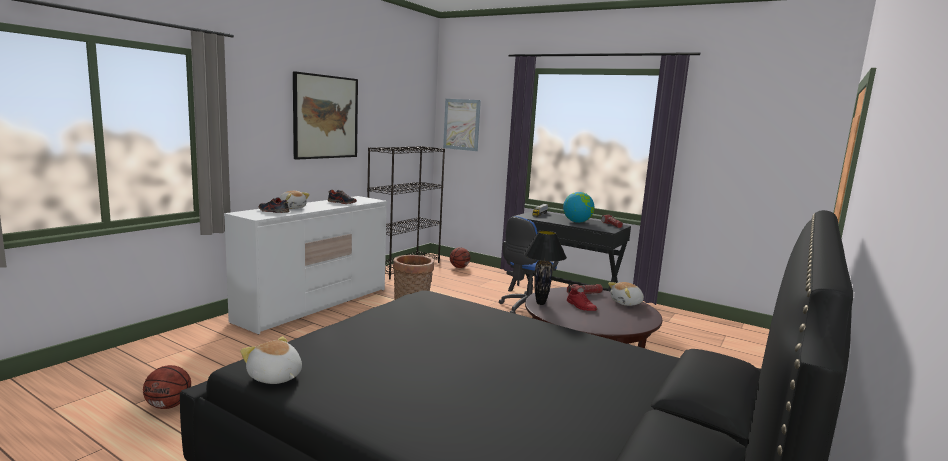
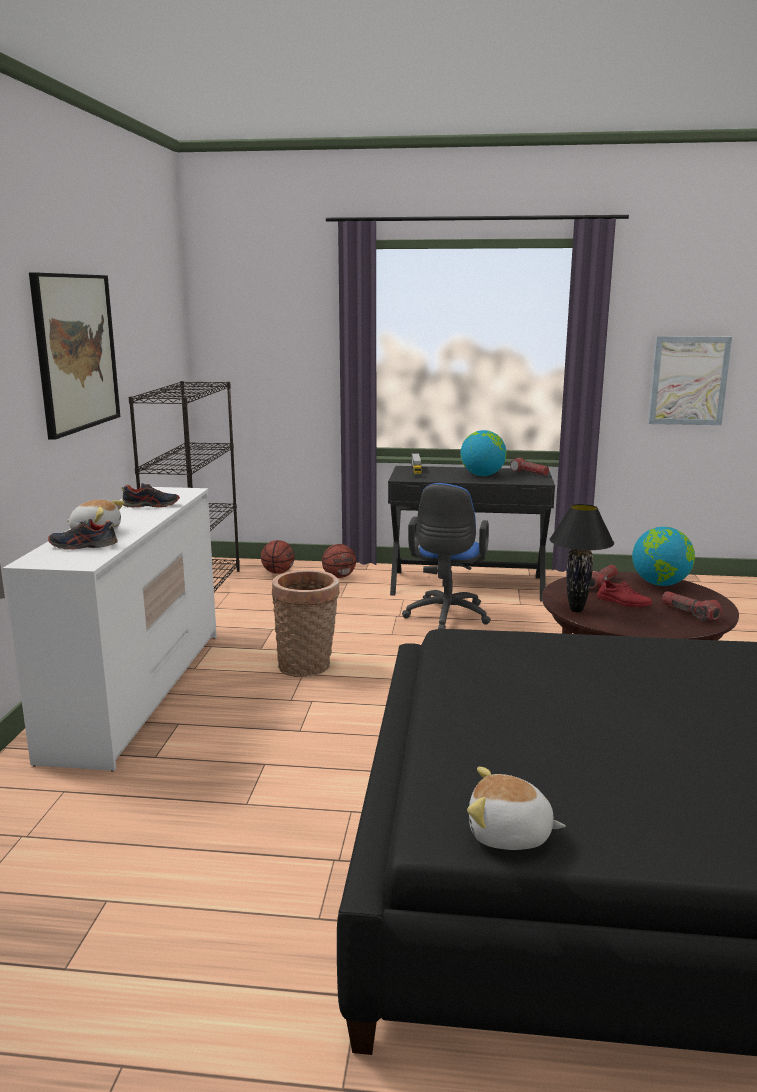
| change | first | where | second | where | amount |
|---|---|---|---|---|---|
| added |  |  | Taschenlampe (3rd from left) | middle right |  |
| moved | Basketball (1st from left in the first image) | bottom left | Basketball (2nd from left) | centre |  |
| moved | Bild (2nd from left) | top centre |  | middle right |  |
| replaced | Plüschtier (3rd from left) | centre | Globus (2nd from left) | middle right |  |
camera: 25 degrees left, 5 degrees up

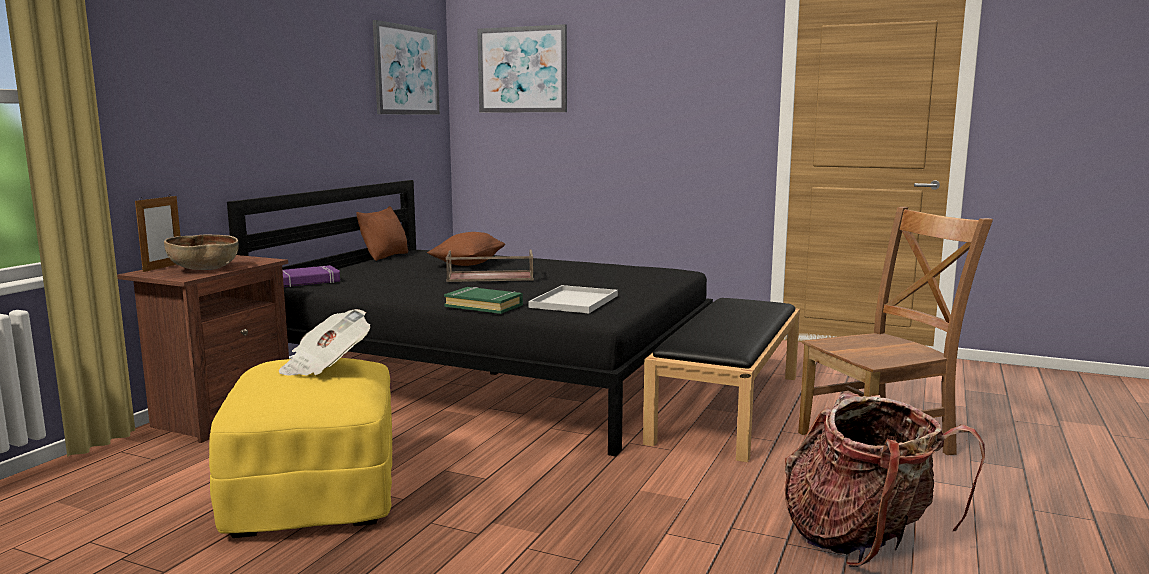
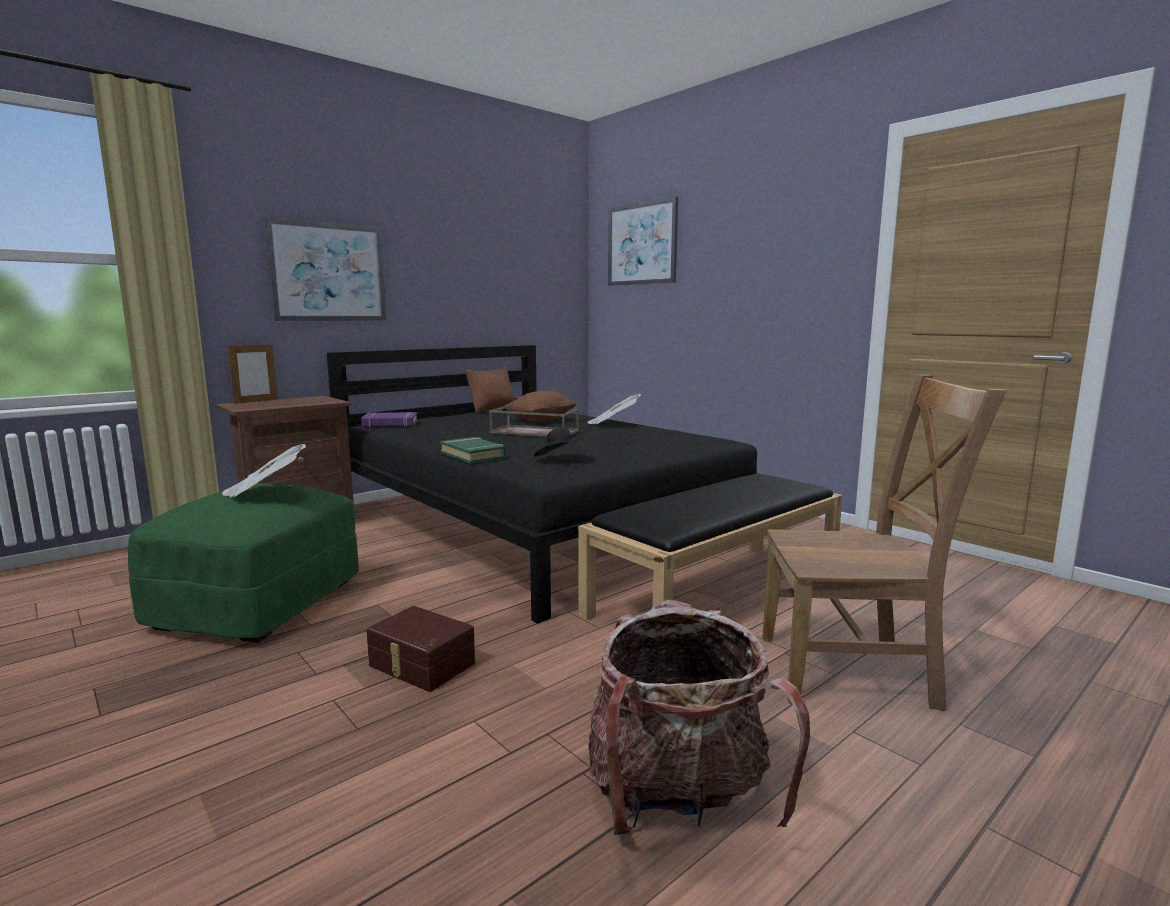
| change | first | where | second | where | amount |
|---|---|---|---|---|---|
| removed | Schüssel (braun) | middle left |  |  |  |
| added |  |  | Aufbewahrungsbox (braun) | bottom centre |  |
| added |  |  | Zeitung (2nd from left) | centre |  |
| moved | Bild (1st from left) | top centre |  | top left |  |
| replaced | Tablett (weiß) | centre | Hut (schwarz) | centre |  |
| recoloured | Polsterhocker (gelb) | bottom left | Polsterhocker (grün) | middle left |  |
camera: 25 degrees right, 0 degrees up

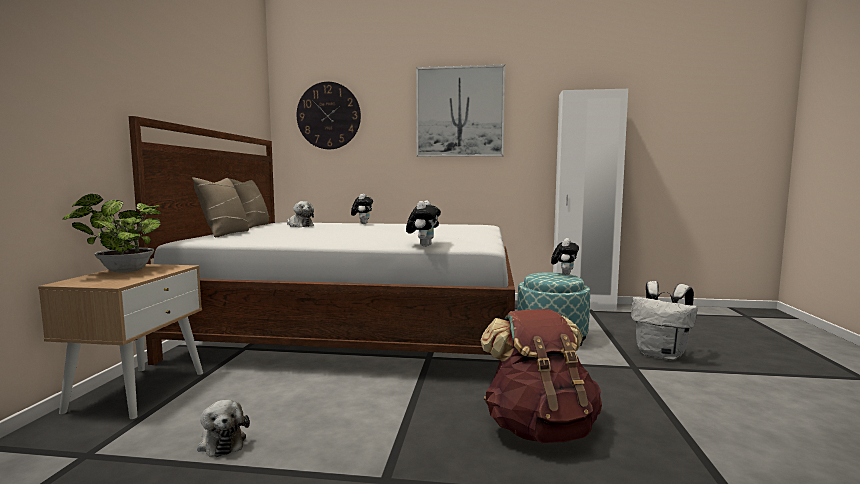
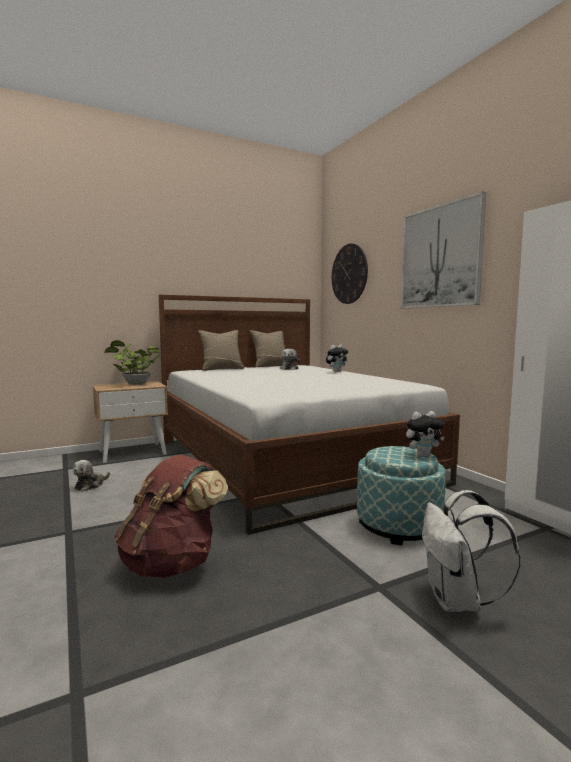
| change | first | where | second | where | amount |
|---|---|---|---|---|---|
| removed | Plüschtier (4th from left) | centre |  |  |  |
camera: 55 degrees right, 0 degrees up

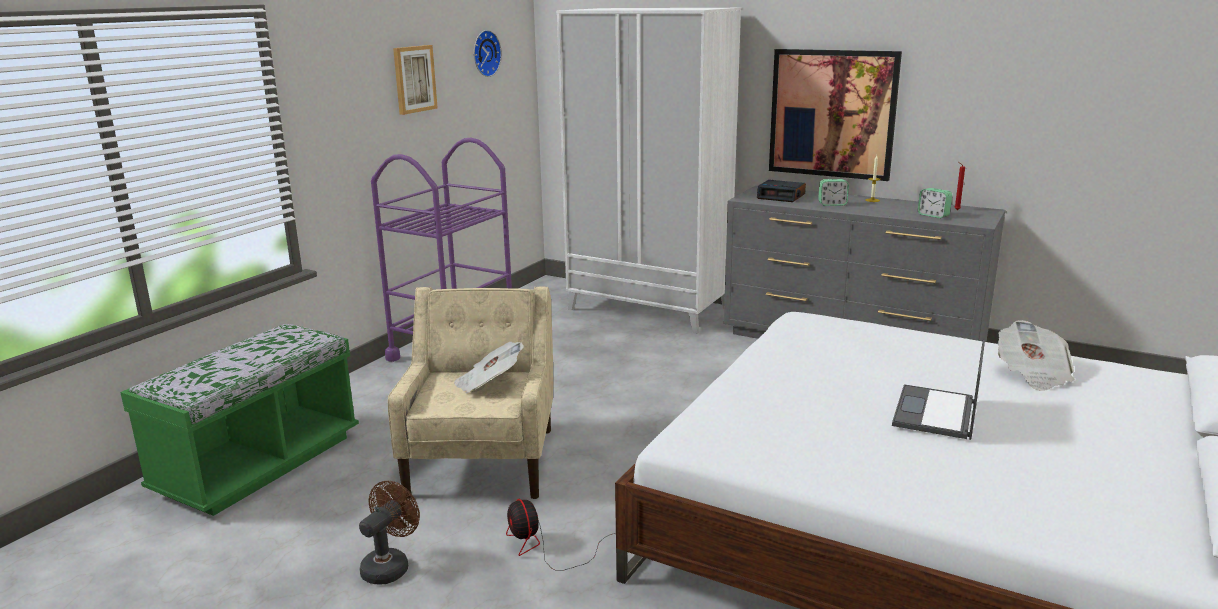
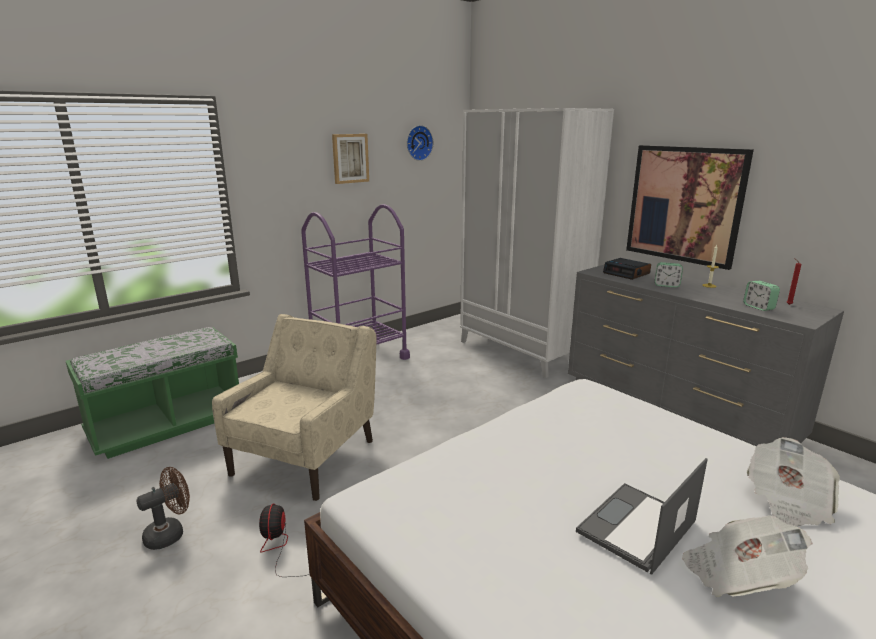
| change | first | where | second | where | amount |
|---|---|---|---|---|---|
| moved | Zeitung (1st from left) | centre |  | bottom right |  |
camera: 20 degrees right, 0 degrees up

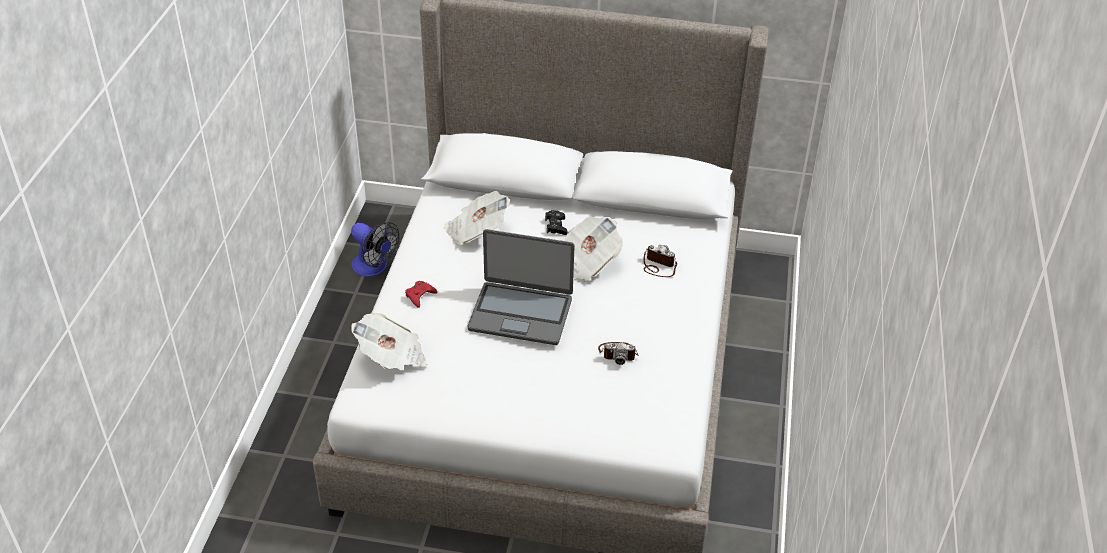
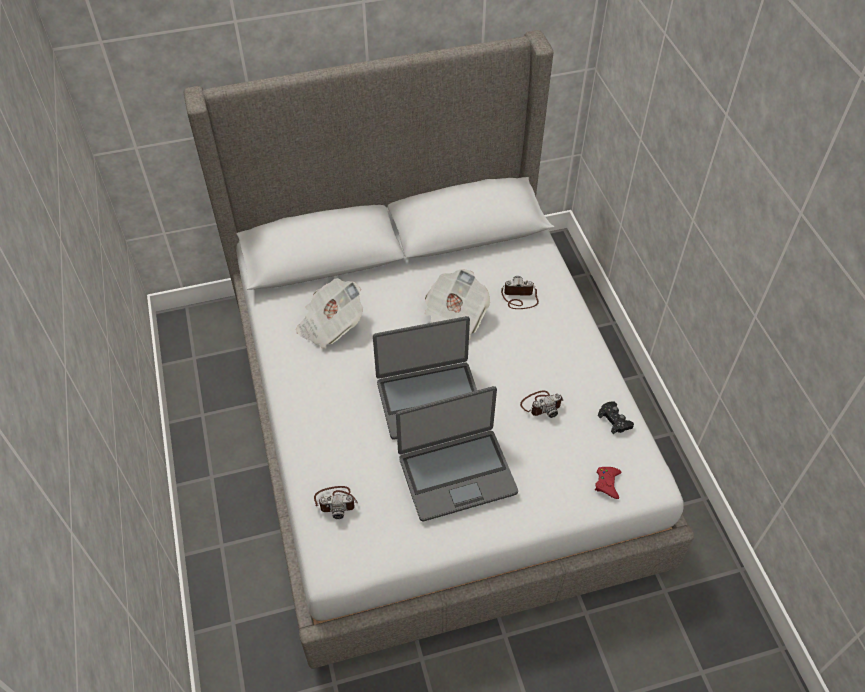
| change | first | where | second | where | amount |
|---|---|---|---|---|---|
| removed | Ventilator | centre |  |  |  |
| added |  |  | Laptop (2nd from left) | centre |  |
| moved | Gamepad (rot) | centre |  | bottom right |  |
| moved | Gamepad (schwarz) | centre |  | middle right |  |
| replaced | Zeitung (1st from left) | centre | Kamera (1st from left) | bottom centre |  |
camera: 25 degrees left, 10 degrees up

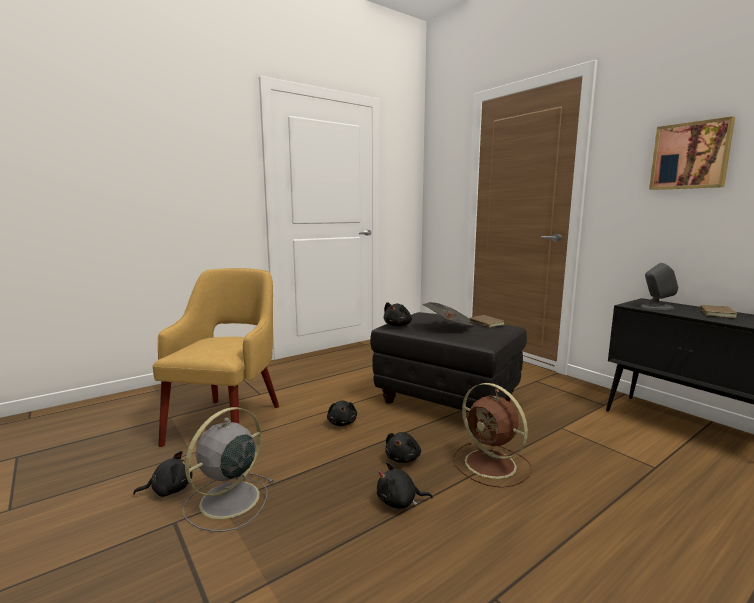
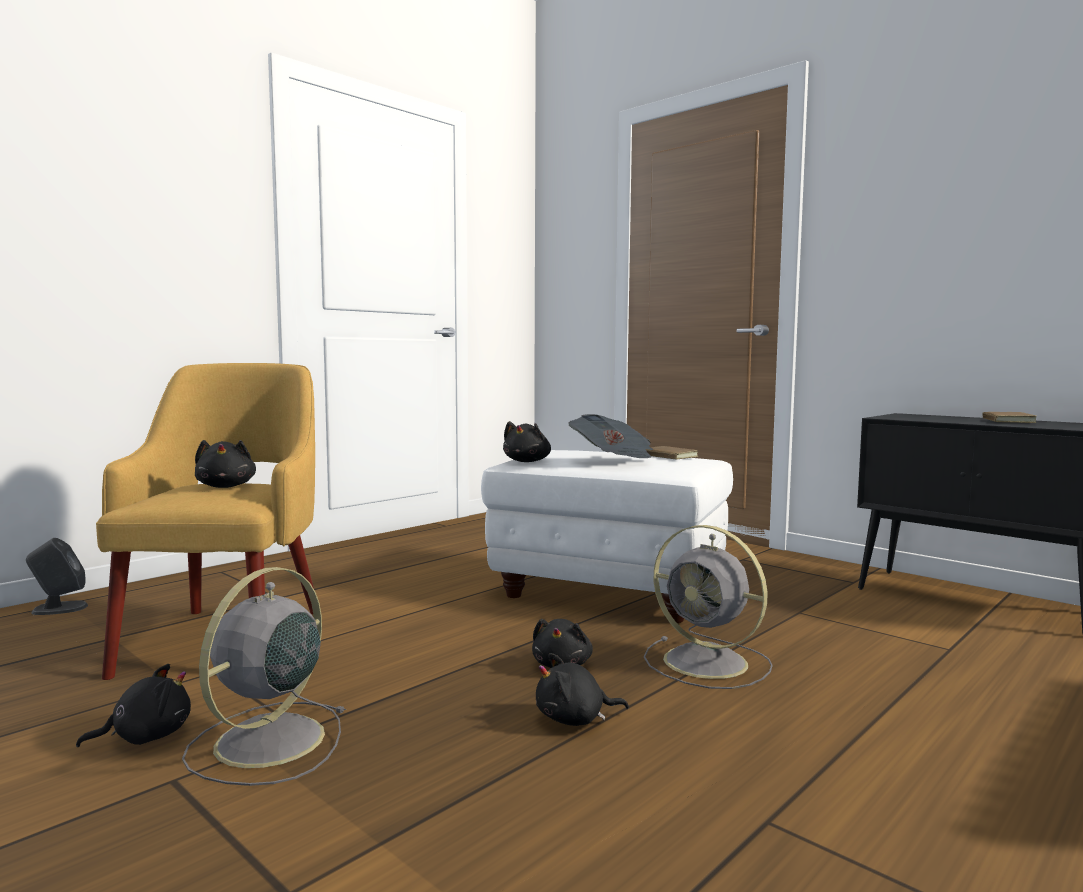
| change | first | where | second | where | amount |
|---|---|---|---|---|---|
| removed | Bild | top right |  |  |  |
| moved | Plüschtier (schwarz) (2nd from left) | bottom centre |  | middle left |  |
| moved | Lautsprecher (grau) | middle right |  | middle left |  |
| recoloured | Polsterhocker (schwarz) | centre | Polsterhocker (weiß) | centre |  |
| recoloured | Ventilator (braun) | bottom centre | Ventilator (grau) (2nd from left) | bottom centre |  |
camera: 10 degrees left, 5 degrees down

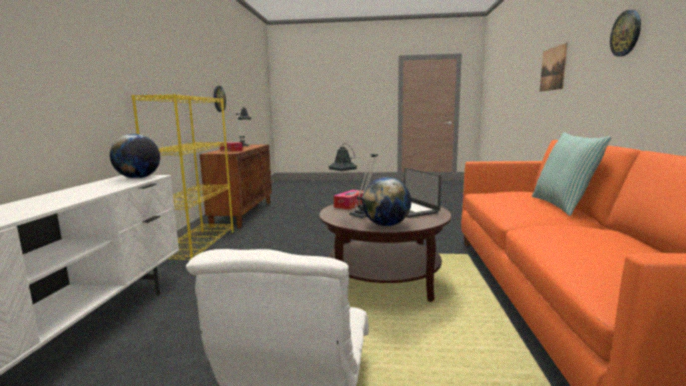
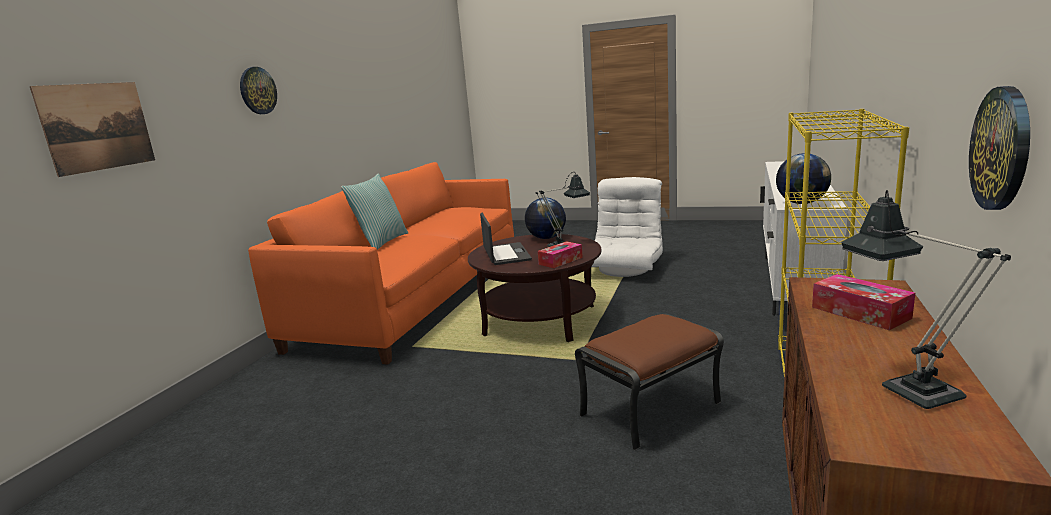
| change | first | where | second | where | amount |
|---|---|---|---|---|---|
| added |  |  | Polsterhocker (braun) | bottom centre |  |
camera: 165 degrees left, 5 degrees up

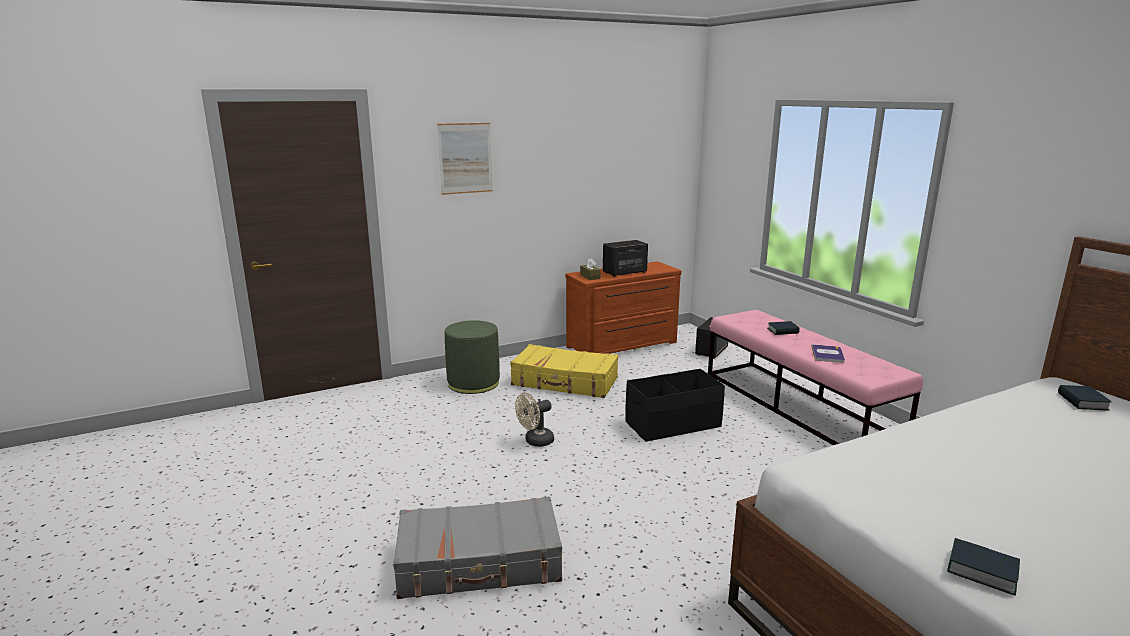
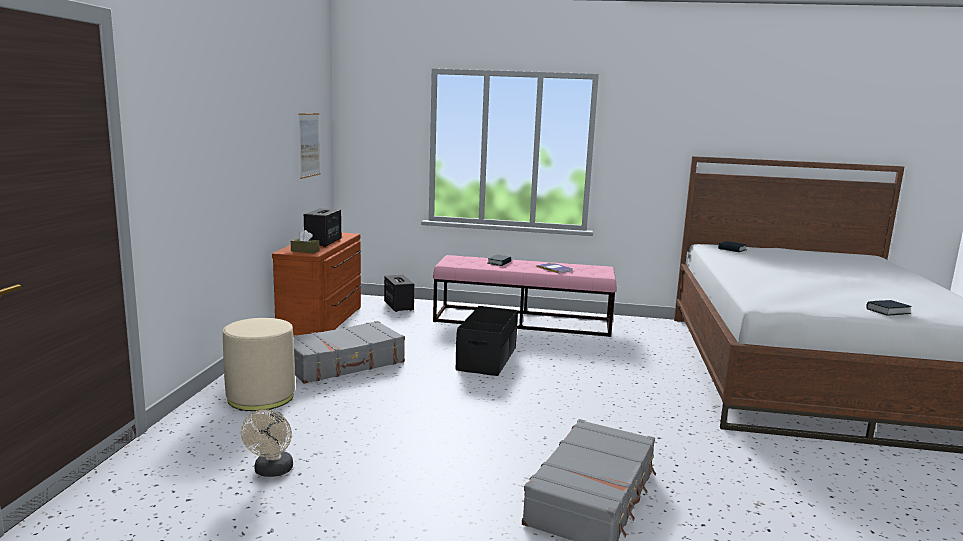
| change | first | where | second | where | amount |
|---|---|---|---|---|---|
| moved | Bild | top centre |  | top left |  |
| moved | Ventilator (beige) | centre |  | bottom left |  |
| recoloured | Polsterhocker (grün) | centre | Polsterhocker (beige) | bottom left |  |
| recoloured | Koffer (gelb) | centre | Koffer (grau) (1st from left) | centre |  |
camera: 55 degrees left, 5 degrees down

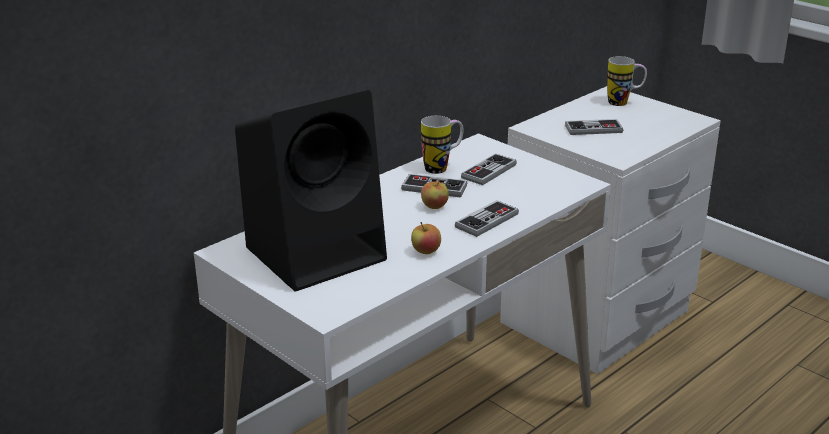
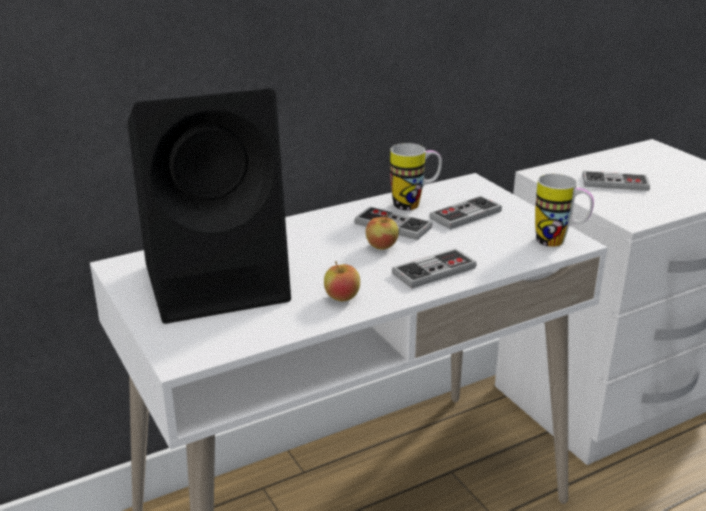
| change | first | where | second | where | amount |
|---|---|---|---|---|---|
| moved | Henkelbecher (2nd from left) | top right |  | middle right |  |
camera: 15 degrees right, 0 degrees up

